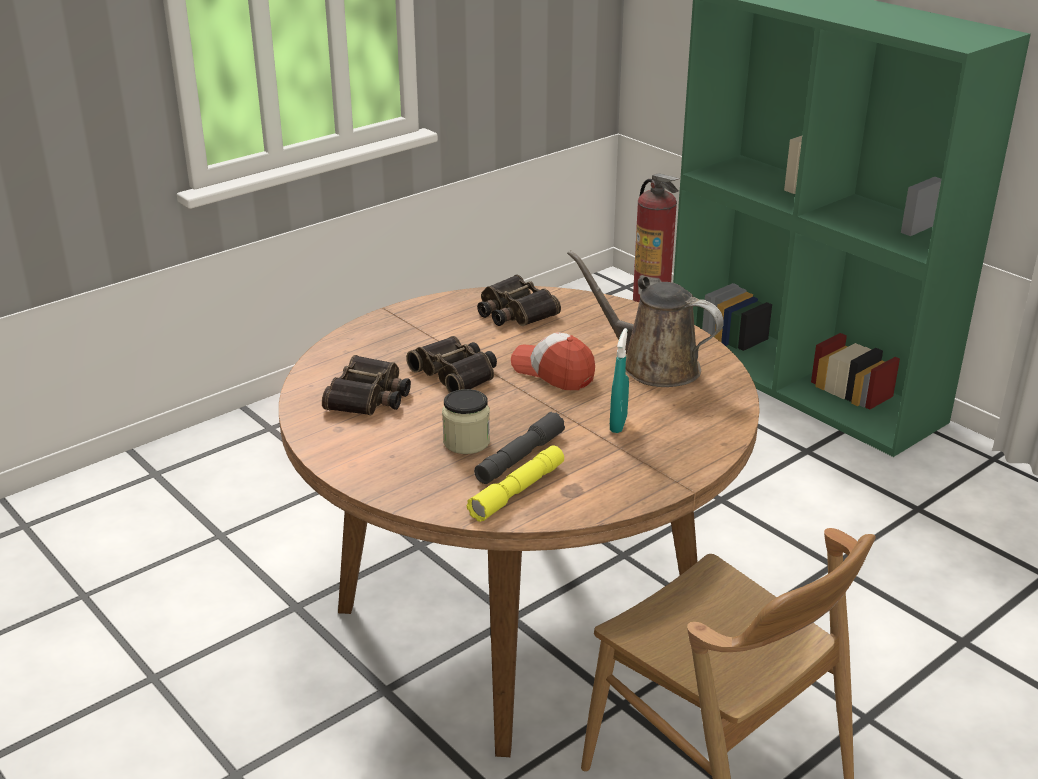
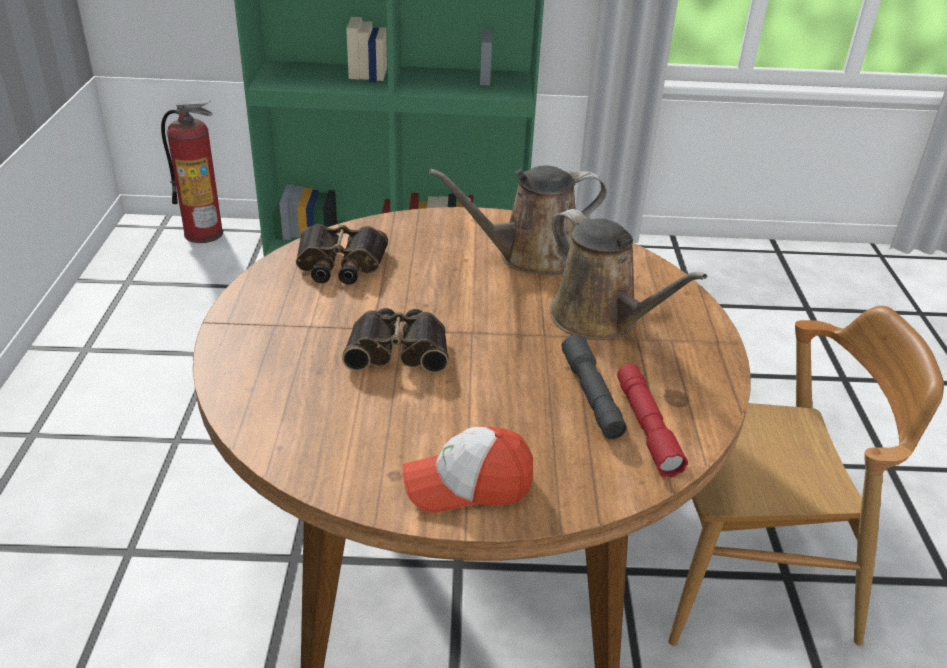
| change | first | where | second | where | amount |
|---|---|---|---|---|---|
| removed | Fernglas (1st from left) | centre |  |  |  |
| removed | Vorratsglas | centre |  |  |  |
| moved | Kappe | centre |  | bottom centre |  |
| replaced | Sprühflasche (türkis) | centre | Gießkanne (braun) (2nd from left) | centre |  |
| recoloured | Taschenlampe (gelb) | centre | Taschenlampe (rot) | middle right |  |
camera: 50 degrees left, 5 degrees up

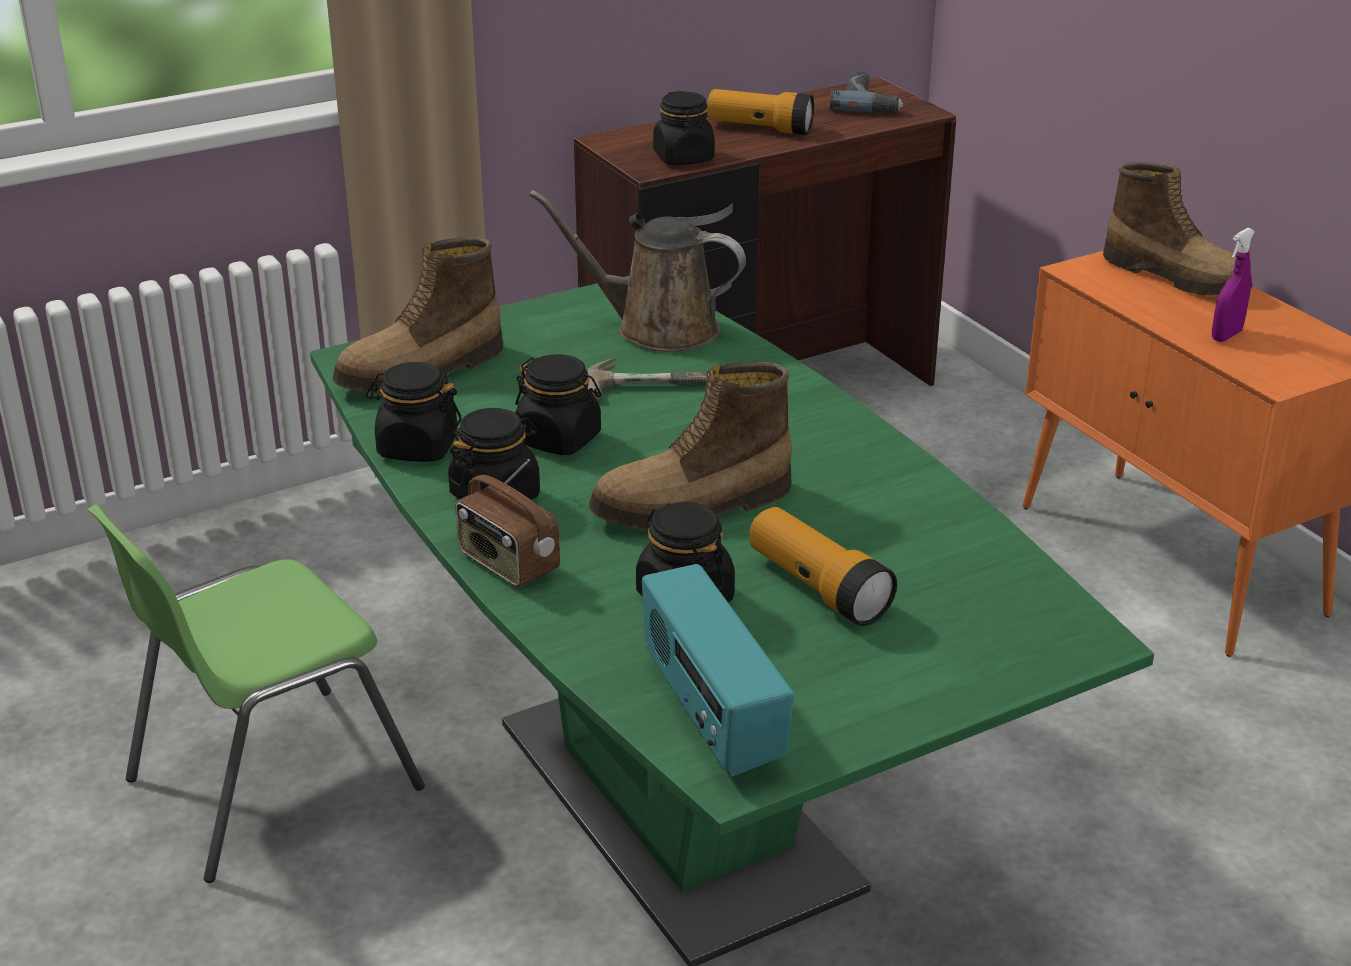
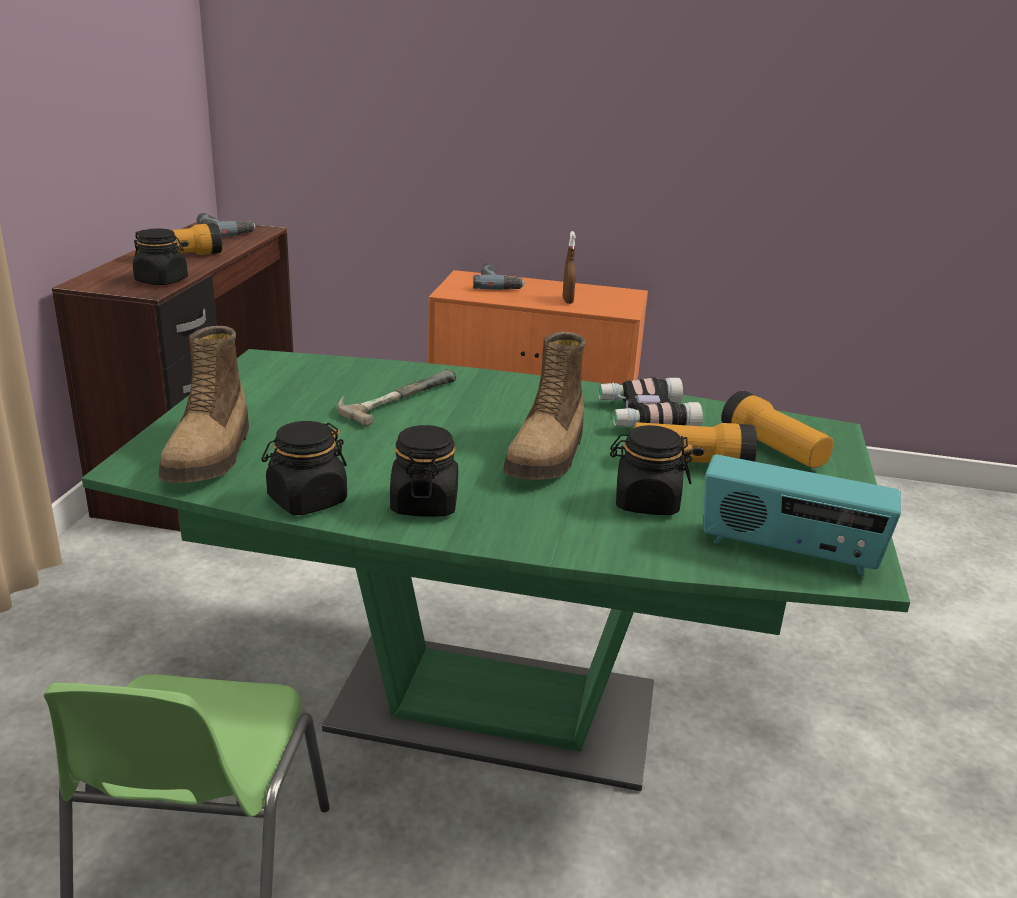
| change | first | where | second | where | amount |
|---|---|---|---|---|---|
| removed | Radio (1st from left) | centre |  |  |  |
| removed | Vorratsglas (schwarz) (3rd from left) | centre |  |  |  |
| removed | Gießkanne (braun) | top centre |  |  |  |
| added |  |  | Fernglas | centre |  |
| added |  |  | Taschenlampe (3rd from left) | middle right |  |
| replaced | Stiefel (3rd from left) | top right | Bohrmaschine (2nd from left) | top centre |  |
| recoloured | Sprühflasche (lila) | top right | Sprühflasche (braun) | top centre |  |
camera: 50 degrees left, 5 degrees down

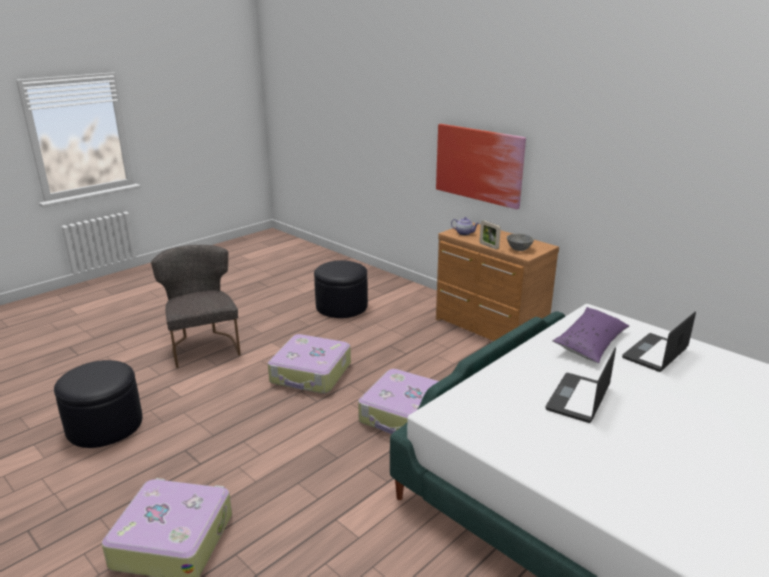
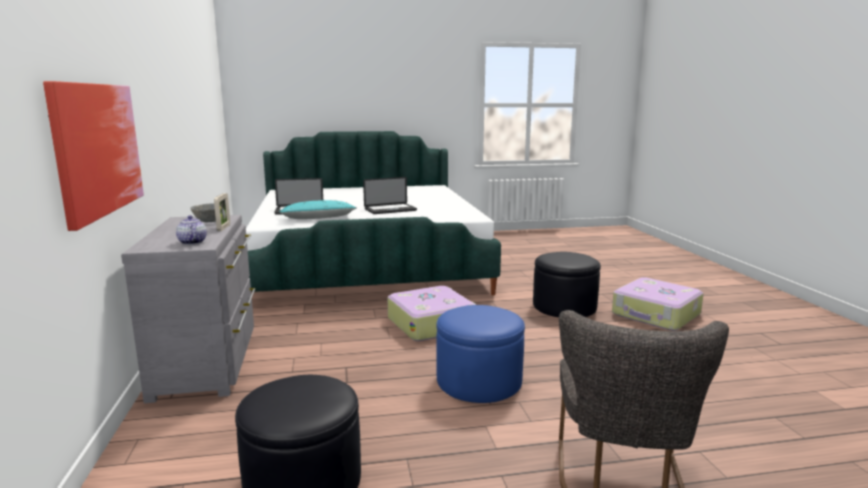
| change | first | where | second | where | amount |
|---|---|---|---|---|---|
| moved | Polsterhocker (schwarz) (1st from left in the first image) | bottom left | Polsterhocker (schwarz) (2nd from left) | centre |  |
| replaced | Koffer (2nd from left) | centre | Polsterhocker (blau) | bottom centre |  |
| recoloured | Kommode (braun) | centre | Kommode (grau) | middle left |  |
| recoloured | Kissen (lila) | middle right | Kissen (türkis) | centre |  |
camera: 145 degrees left, 10 degrees down

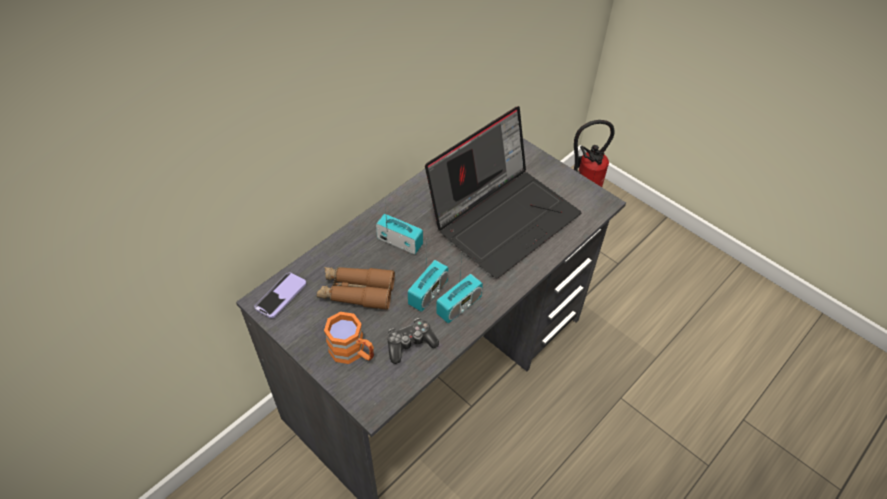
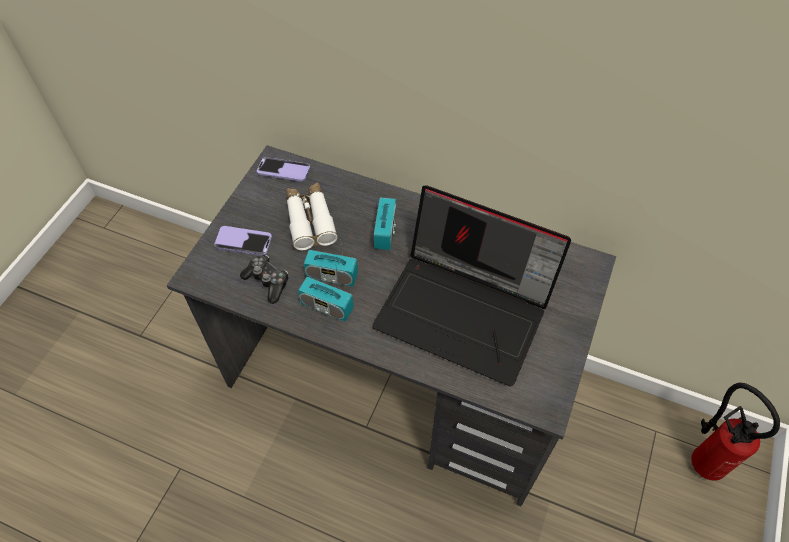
| change | first | where | second | where | amount |
|---|---|---|---|---|---|
| replaced | Henkelbecher (orange) | bottom centre | Handy (1st from left) | middle left |  |
| recoloured | Fernglas (braun) | centre | Fernglas (weiß) | centre |  |
camera: 70 degrees right, 5 degrees up

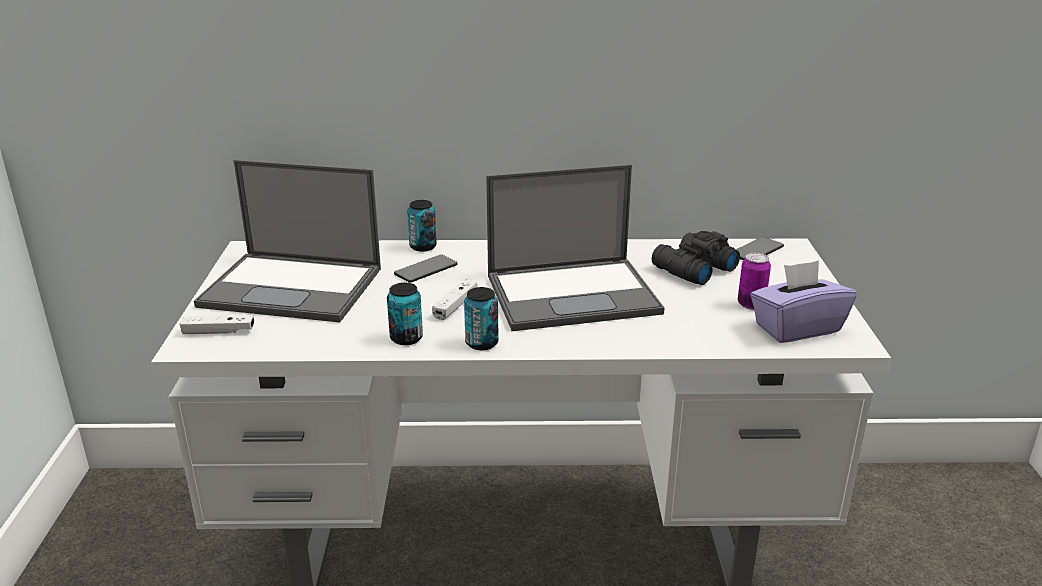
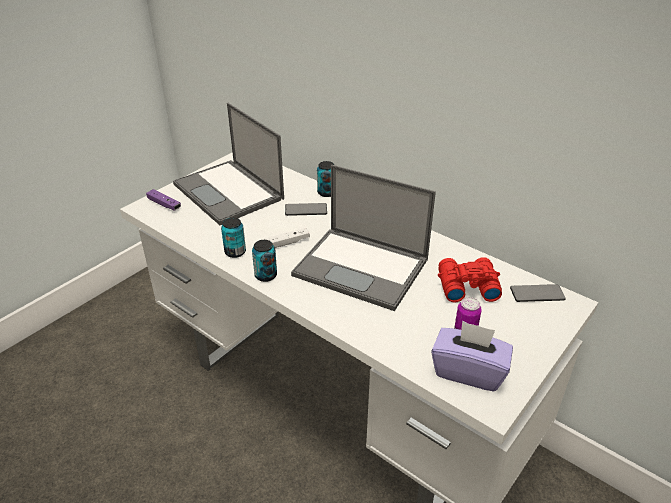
| change | first | where | second | where | amount |
|---|---|---|---|---|---|
| recoloured | Gamepad (weiß) (1st from left) | middle left | Gamepad (lila) | middle left |  |
| recoloured | Fernglas (schwarz) | middle right | Fernglas (rot) | middle right |  |
camera: 40 degrees right, 10 degrees up

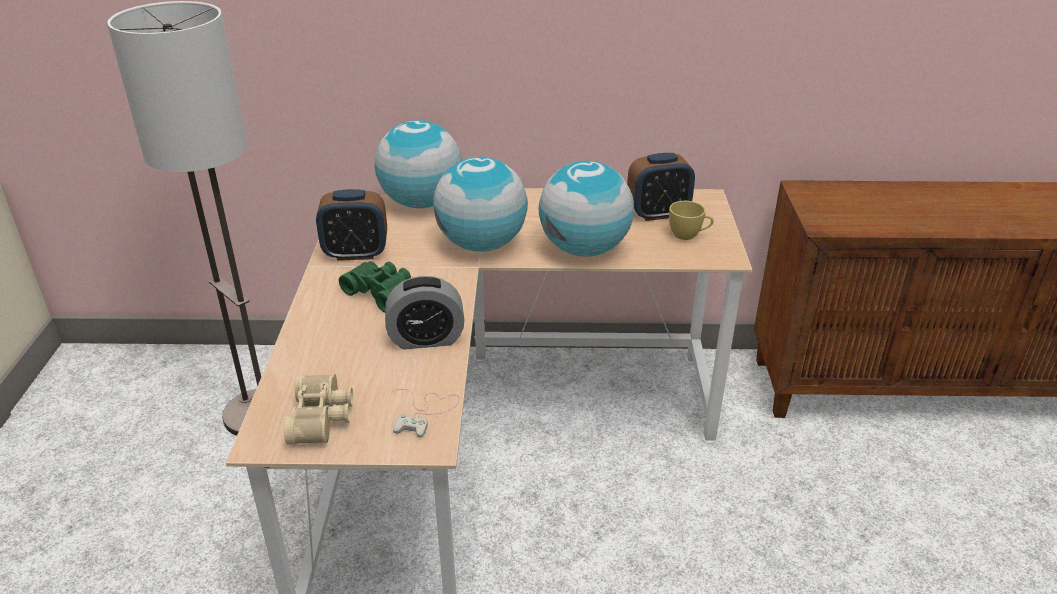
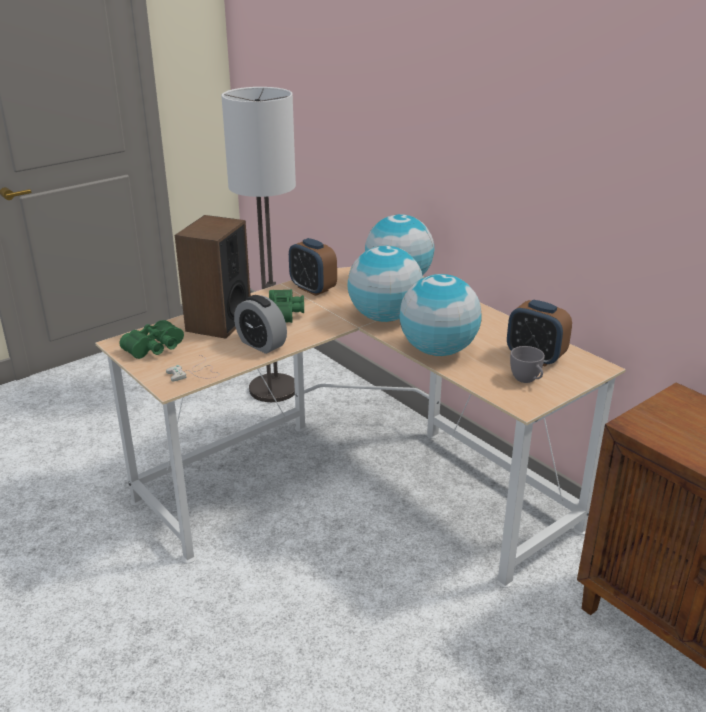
| change | first | where | second | where | amount |
|---|---|---|---|---|---|
| added |  |  | Lautsprecher | middle left |  |
| recoloured | Fernglas (beige) | bottom left | Fernglas (grün) (1st from left) | middle left |  |
| recoloured | Tasse (gelb) | centre | Tasse (grau) | middle right |  |
camera: 50 degrees right, 5 degrees down

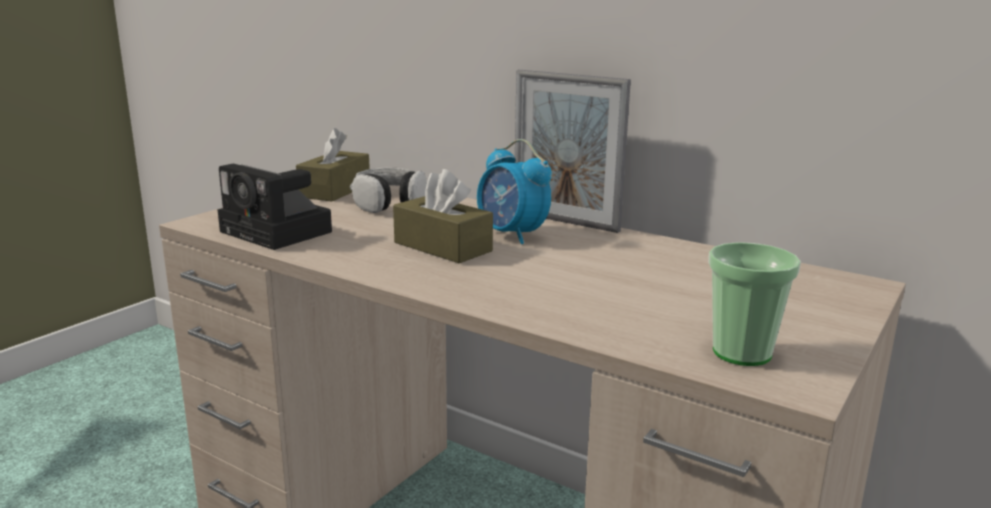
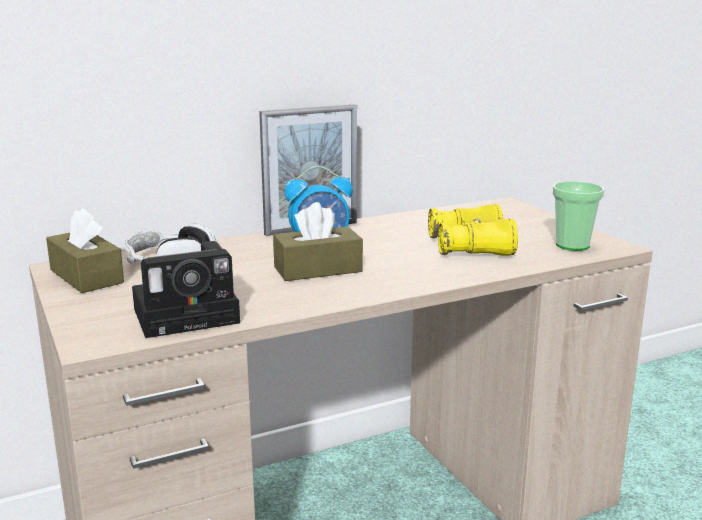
| change | first | where | second | where | amount |
|---|---|---|---|---|---|
| added |  |  | Fernglas (gelb) | middle right |  |
camera: 60 degrees left, 0 degrees up

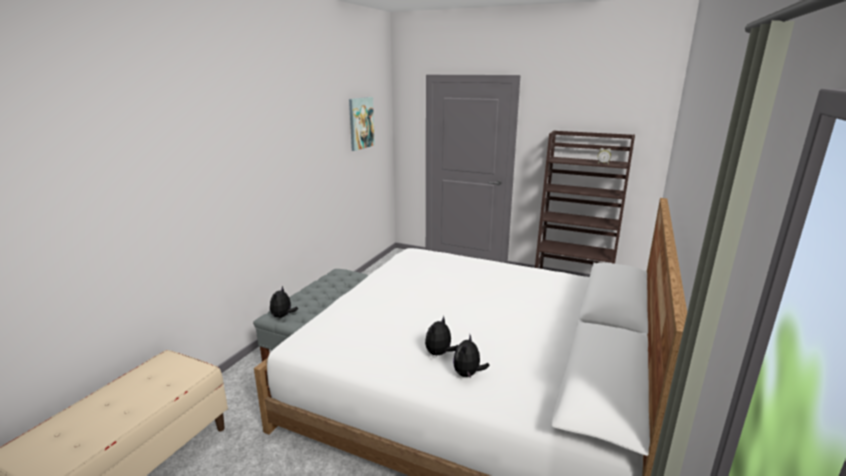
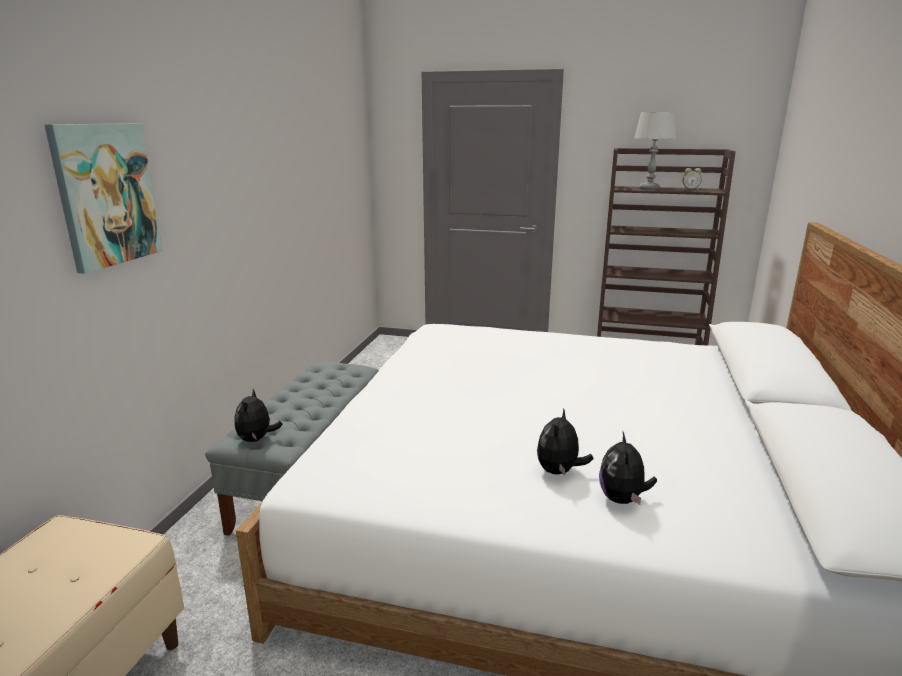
| change | first | where | second | where | amount |
|---|---|---|---|---|---|
| added |  |  | Tischlampe (grau) | top right |  |
| moved | Bild | top centre |  | top left |  |
camera: 10 degrees left, 0 degrees up

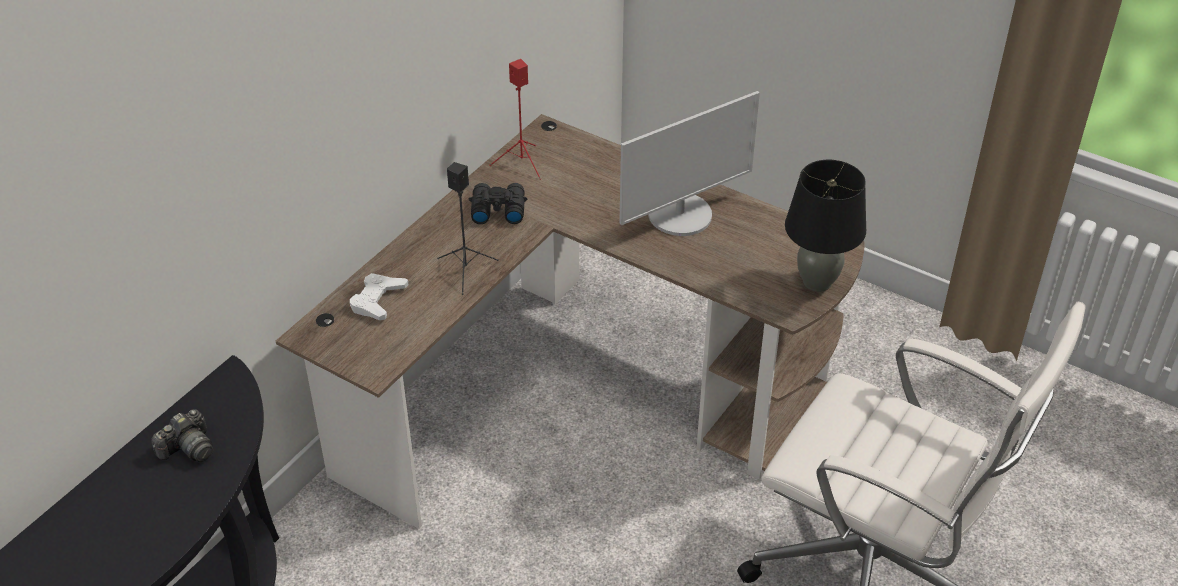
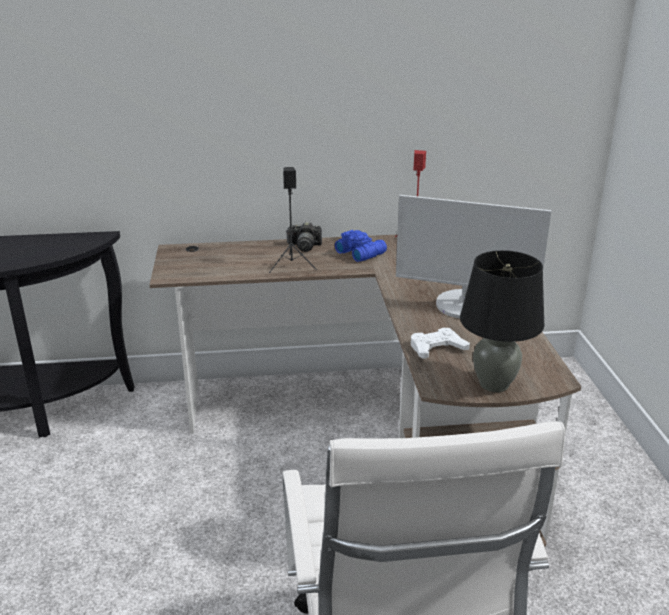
| change | first | where | second | where | amount |
|---|---|---|---|---|---|
| moved | Kamera | bottom left |  | centre |  |
| moved | Gamepad (weiß) | middle left |  | centre |  |
| recoloured | Fernglas (schwarz) | centre | Fernglas (blau) | centre |  |
camera: 50 degrees right, 15 degrees down

